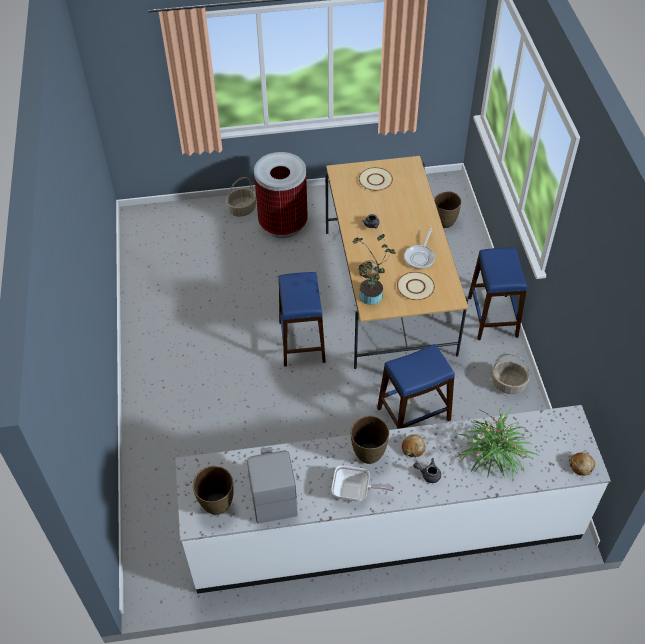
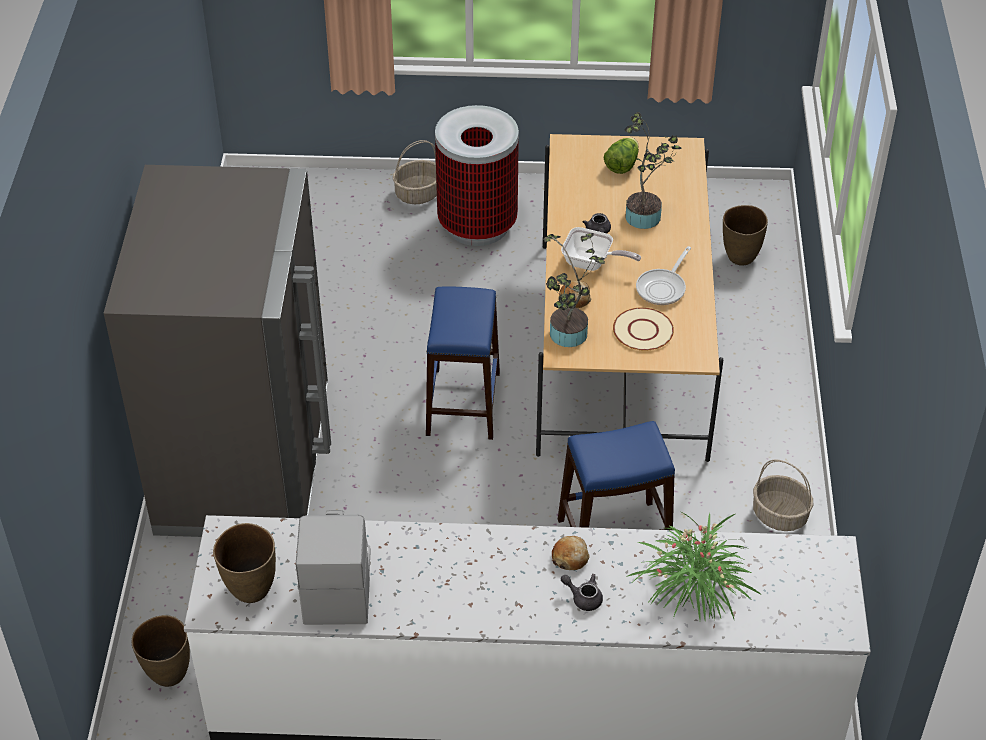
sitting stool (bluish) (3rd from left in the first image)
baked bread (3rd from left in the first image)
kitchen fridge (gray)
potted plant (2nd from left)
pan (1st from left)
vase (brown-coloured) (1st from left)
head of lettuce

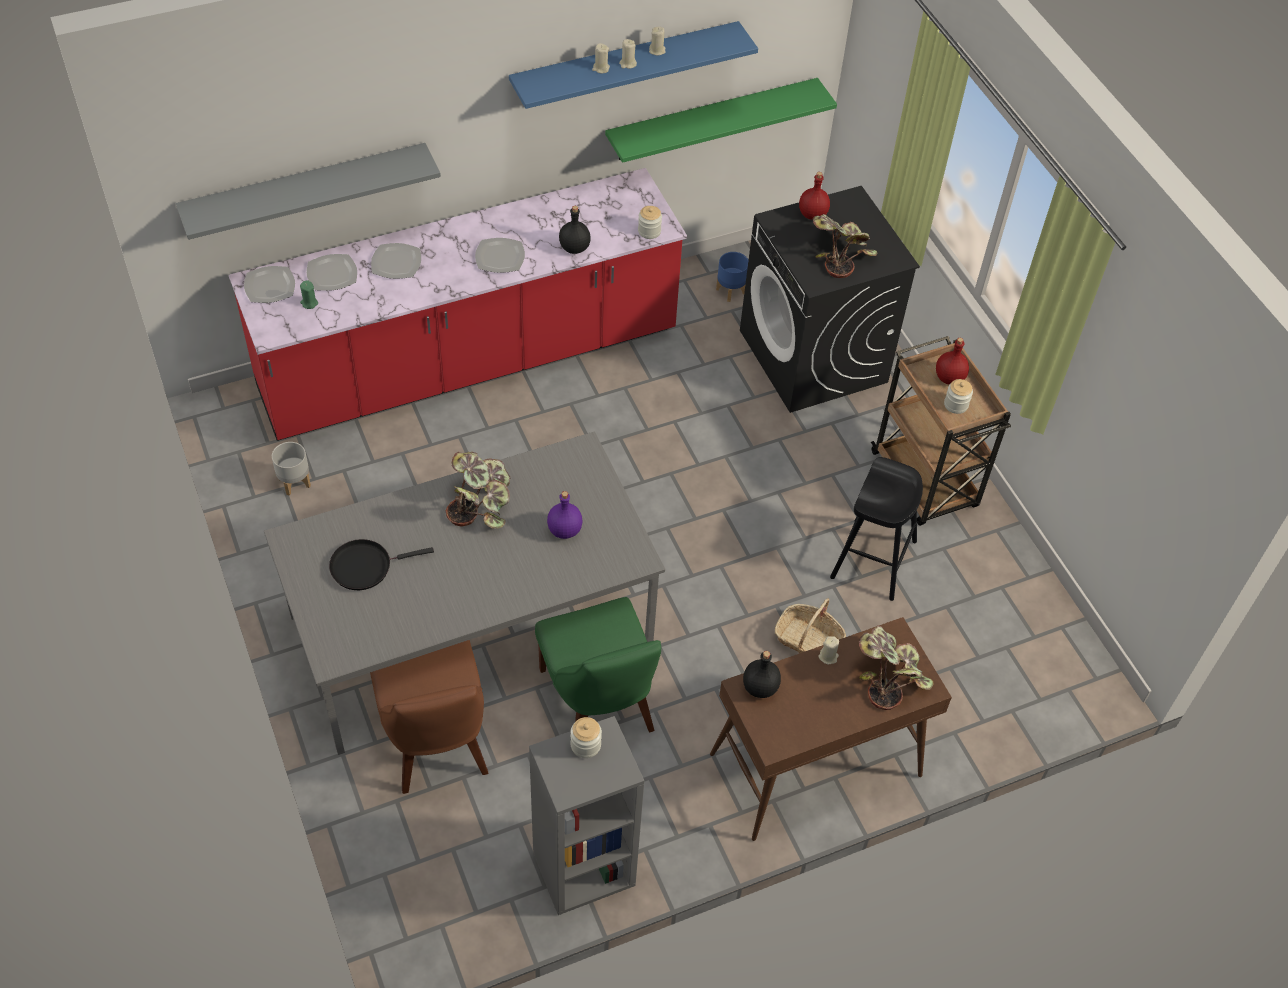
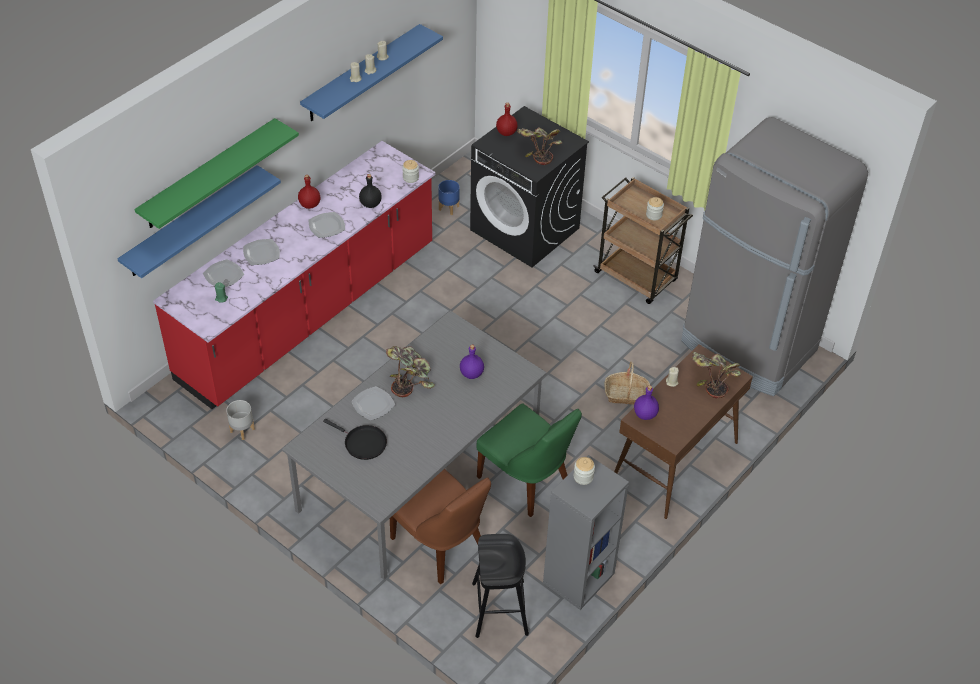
kitchen fridge (gray)
dinner plate (4th from left)
bracket shelf (green)
sitting stool (blackish)
beverage bottle (red-coloured) (1st from left)
bracket shelf (bluish) (1st from left)
beverage bottle (purplish) (2nd from left)
pan (blackish)

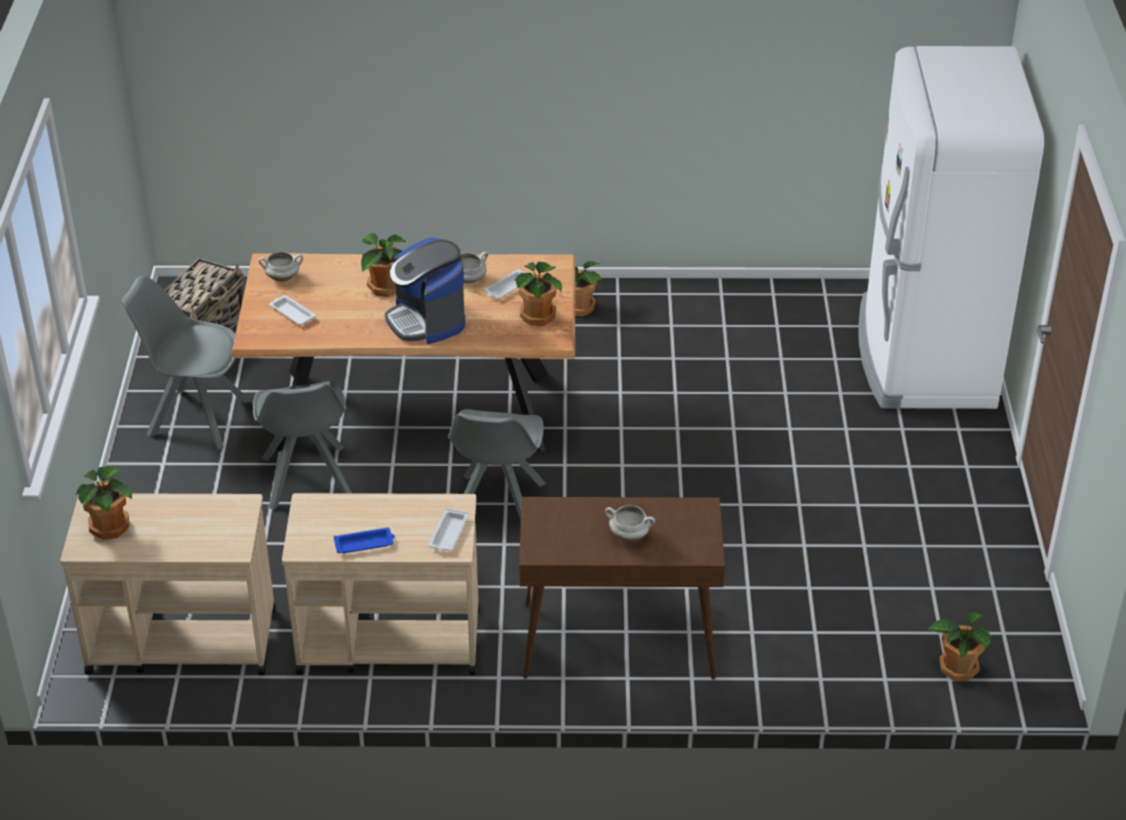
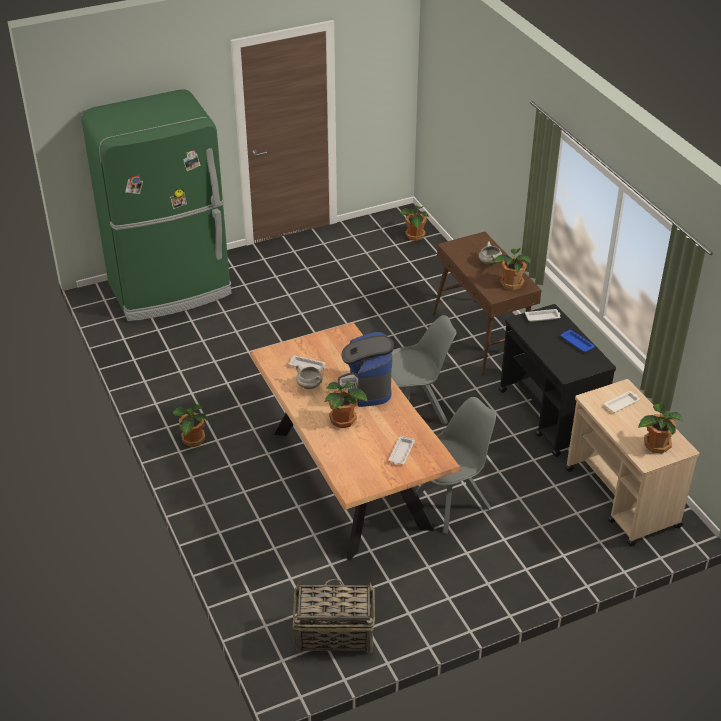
plain chair (gray) (1st from left in the first image)
saucepot (white) (1st from left in the first image)
tray (white) (4th from left)
potted plant (4th from left)
wheeled cart (blackish)
kitchen fridge (green)
coffee maker

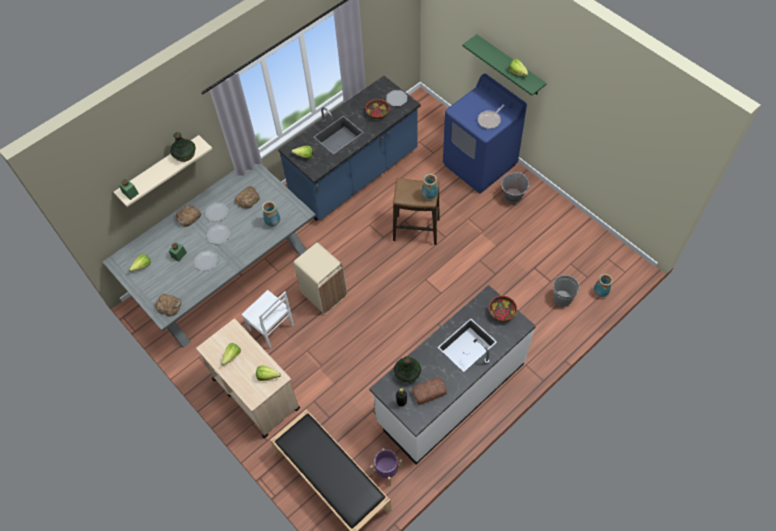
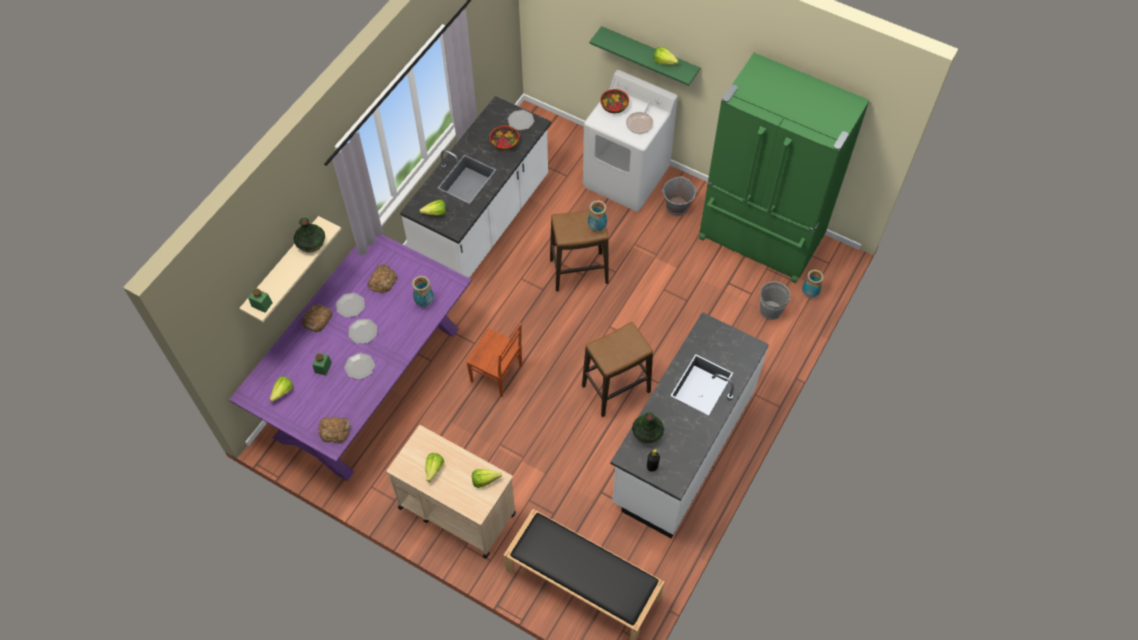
plain chair (white)
planter (purplish)
baked bread (4th from left in the first image)
sitting stool (2nd from left)
kitchen fridge (green)
deep dish (2nd from left)
plain chair (brown-coloured)
dinner table (purplish)
kitchen counter (white) (1st from left)
washing machine (white)

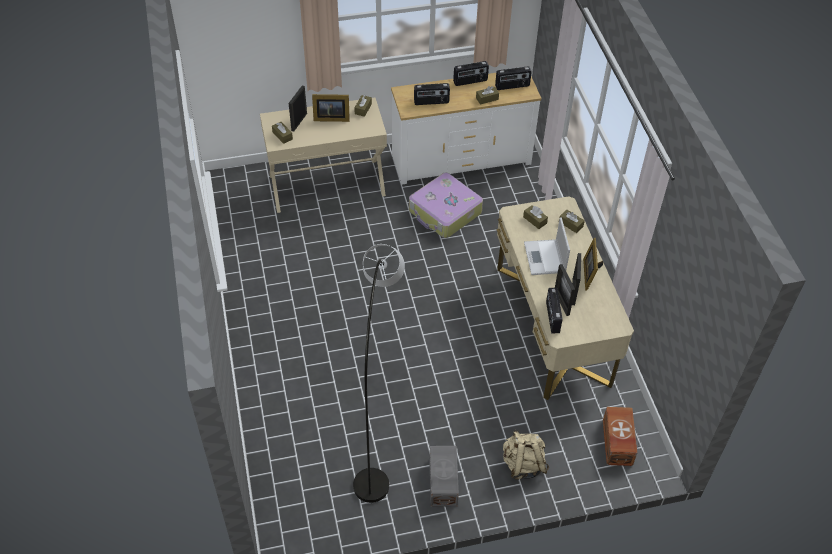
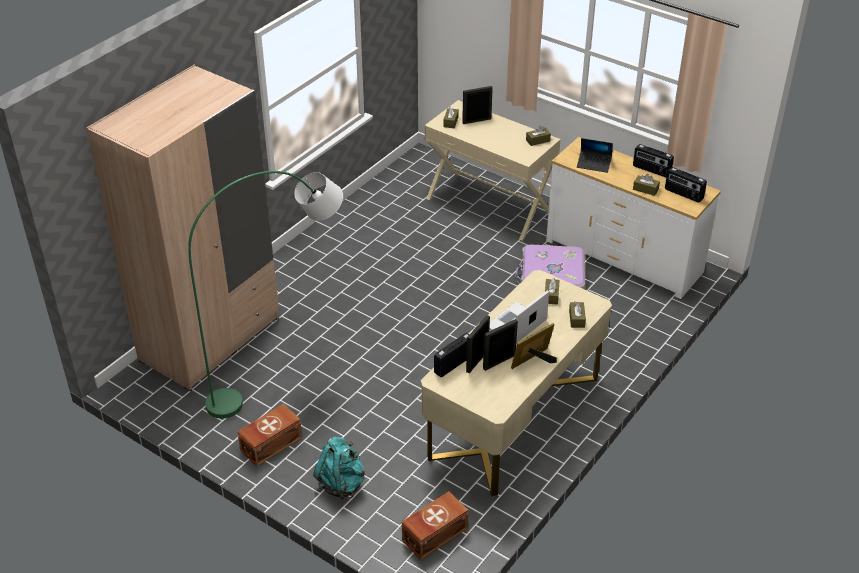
picture frame (2nd from left in the first image)
clothes cupboard (sand-coloured)
portable computer (2nd from left)
floor lamp (green)
storage box (brown-coloured) (1st from left)
rucksack (turquoise)

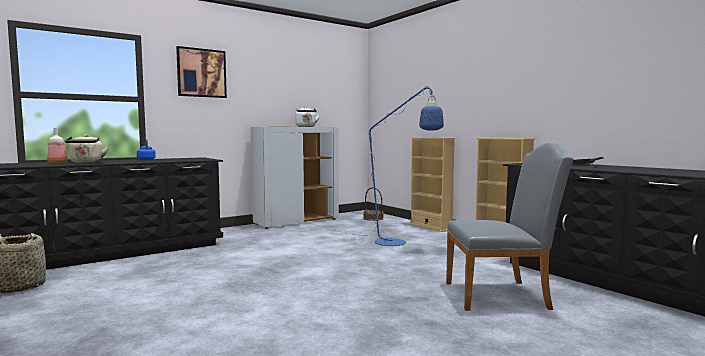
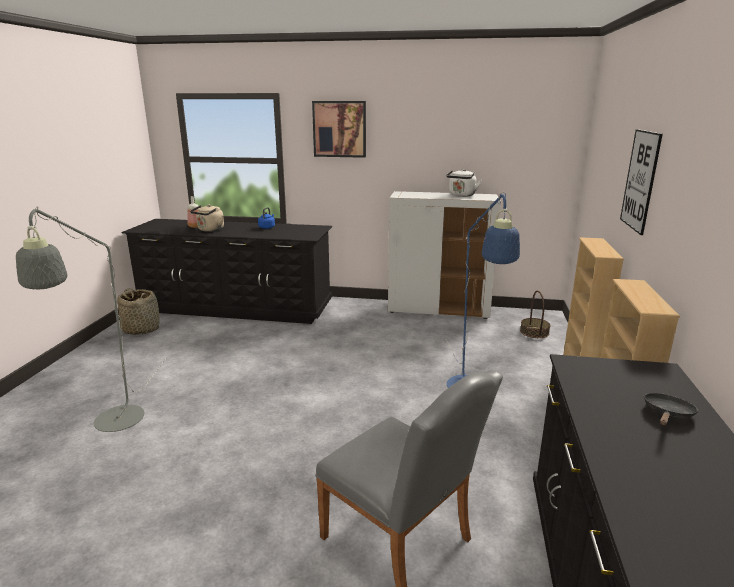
floor lamp (gray)
wall art (2nd from left)

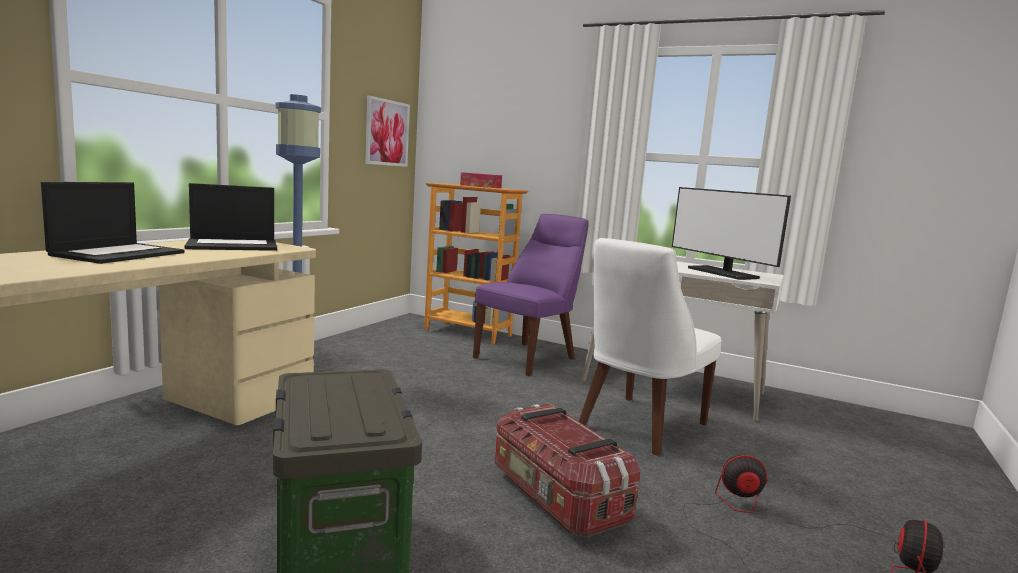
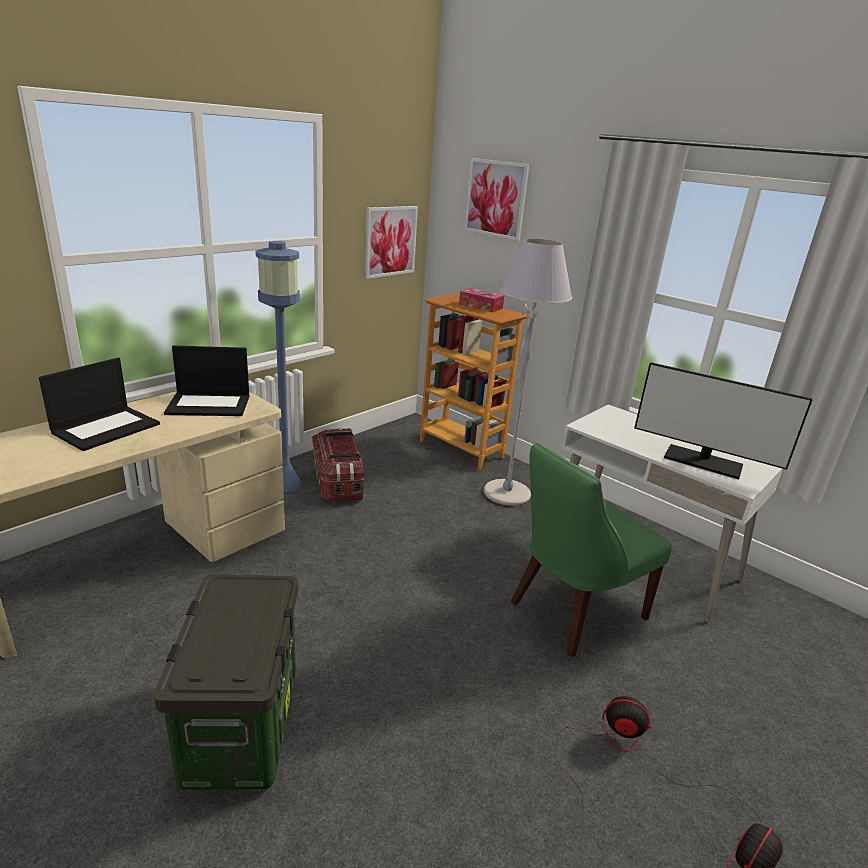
wall art (2nd from left)
storage box (2nd from left)
floor lamp (gray)
plain chair (green)
computer screen

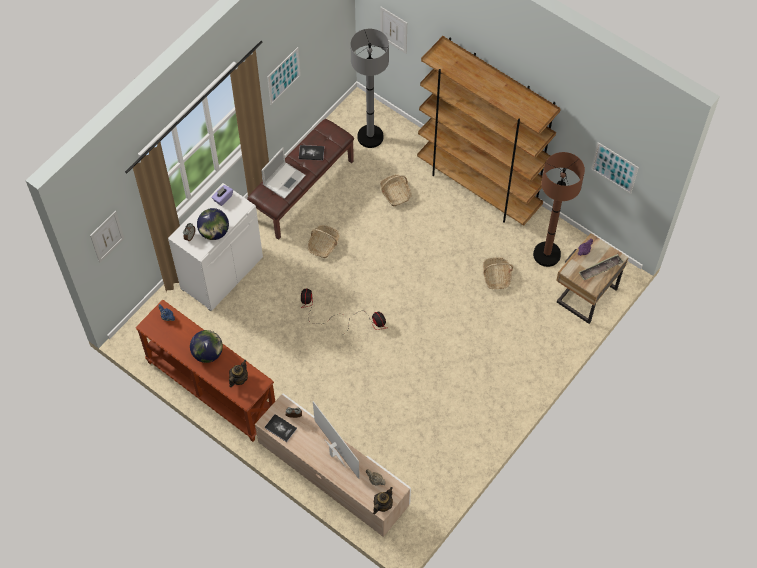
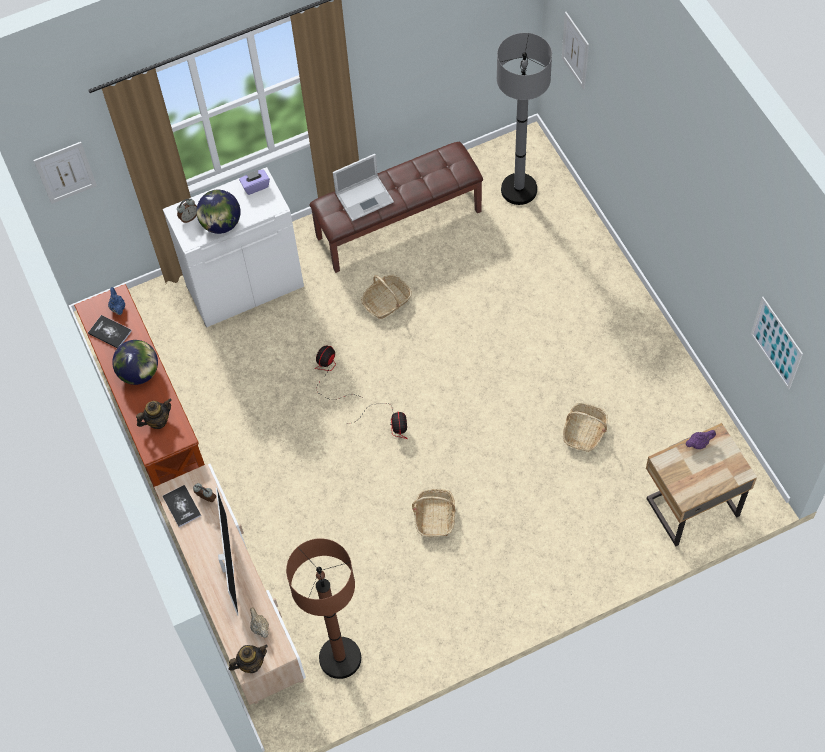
wall art (2nd from left in the first image)
shelving unit (brown-coloured)
tray
book (1st from left)
basket (2nd from left)
floor lamp (brown-coloured)

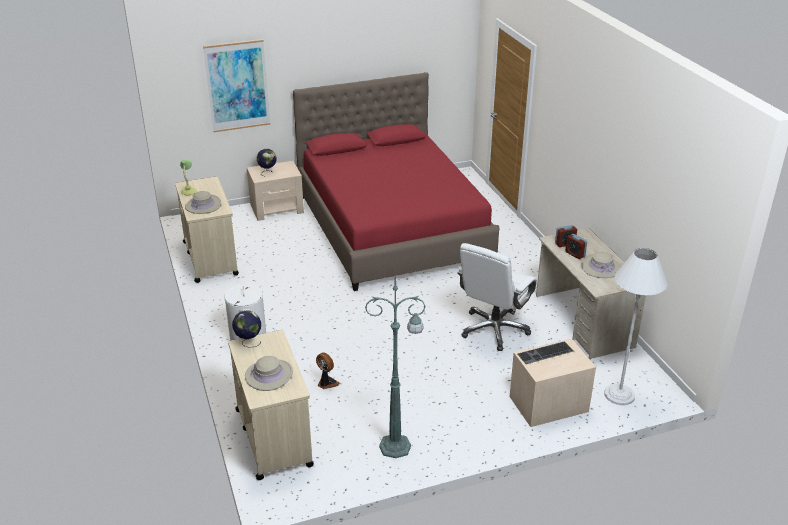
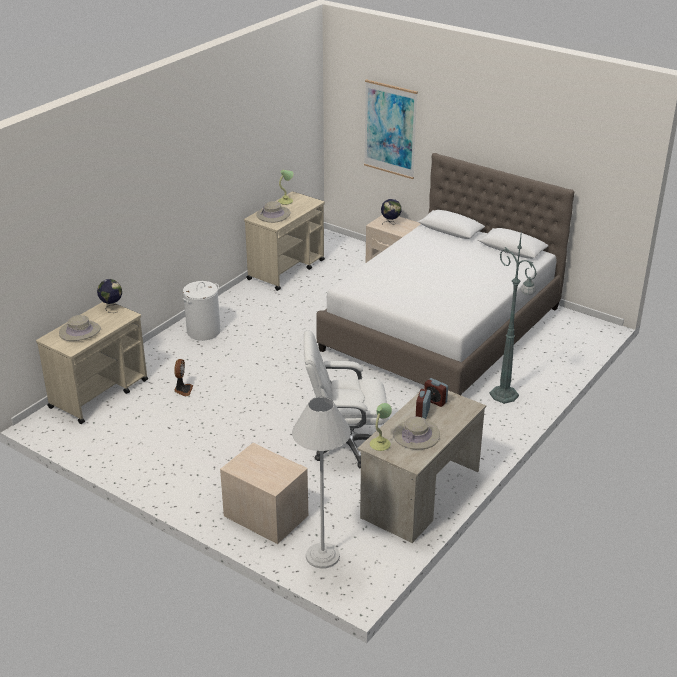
PC keyboard
table lamp (2nd from left)
floor lamp (green)
bedroom bed (white)

